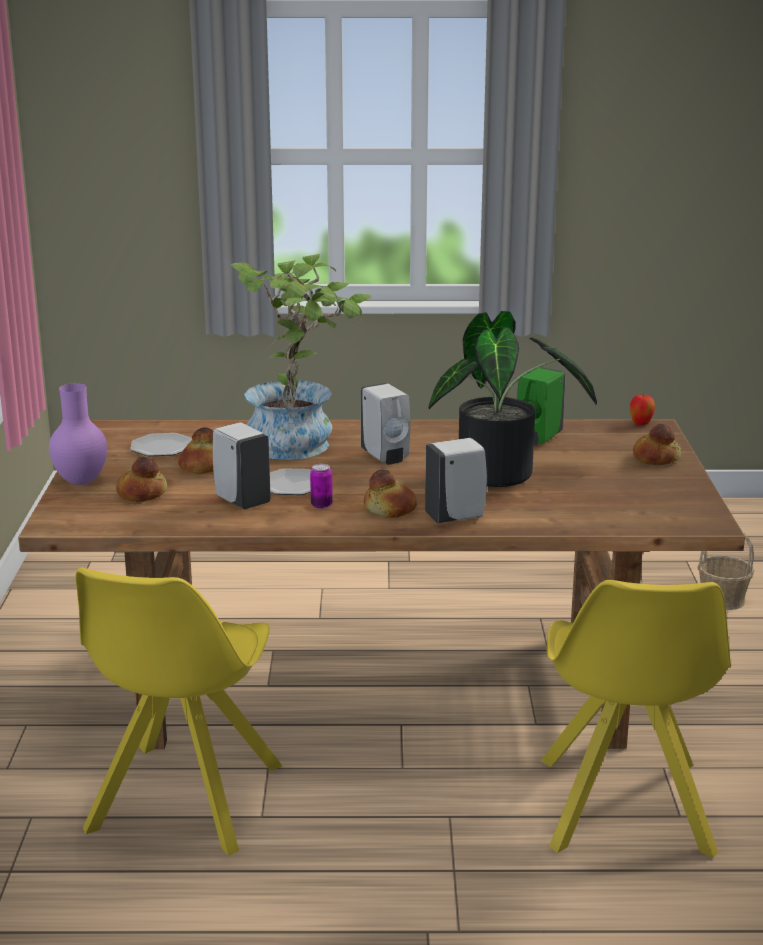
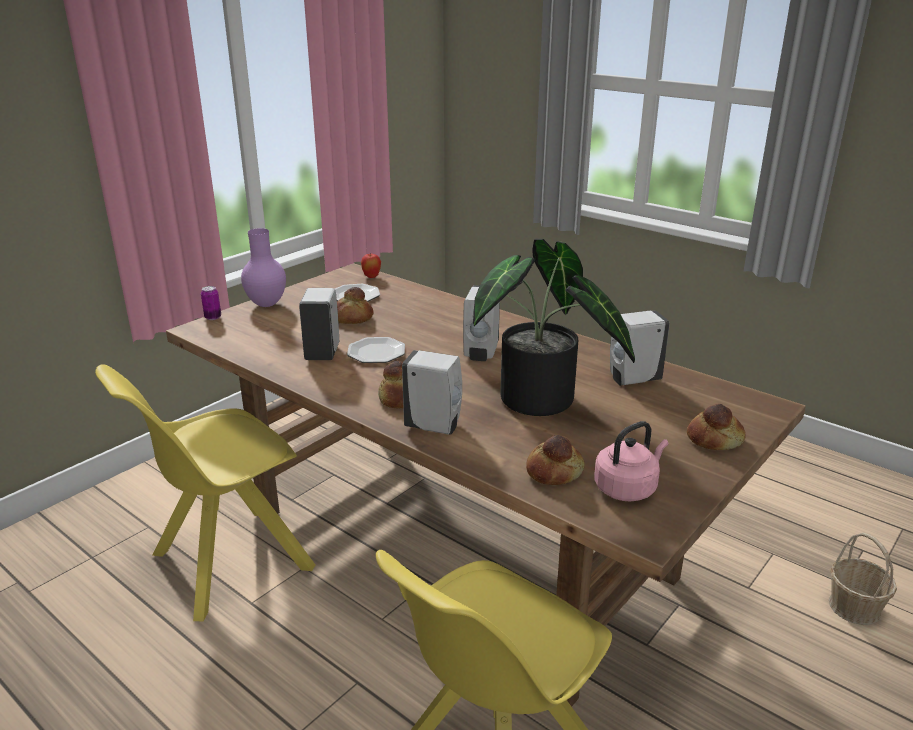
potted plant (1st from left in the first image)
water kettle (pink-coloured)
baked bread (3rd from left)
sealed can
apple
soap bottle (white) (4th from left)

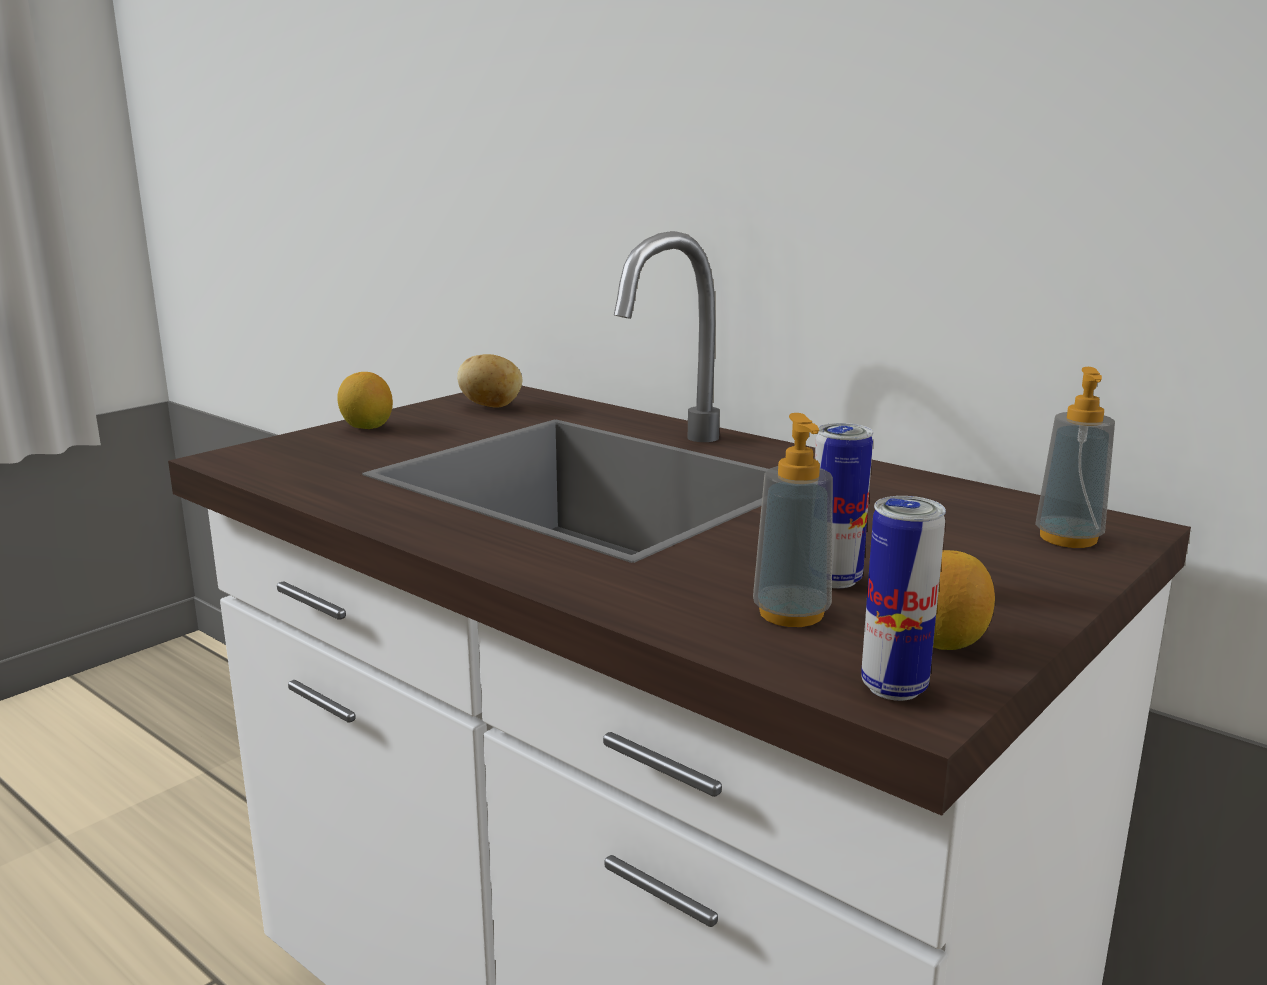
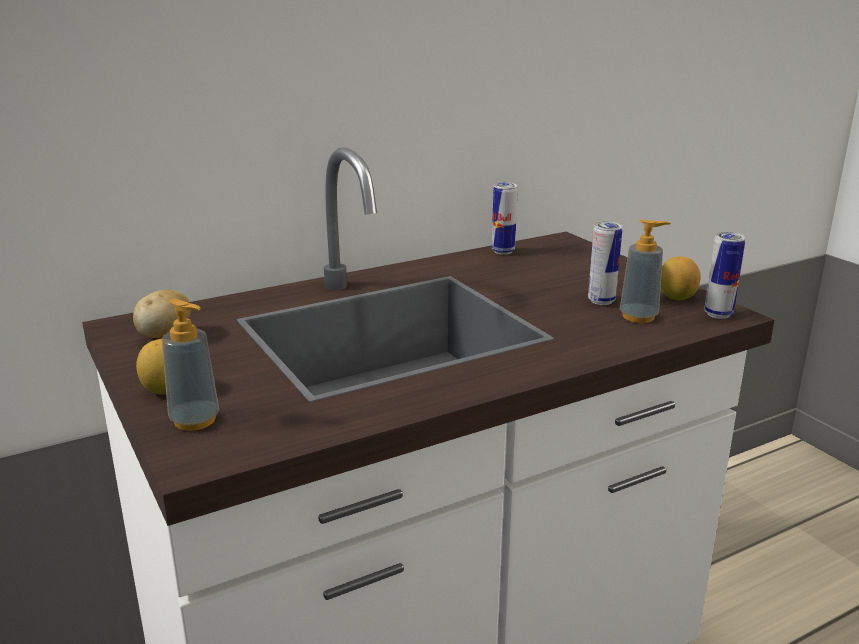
sealed can (1st from left)
soap bottle (1st from left)

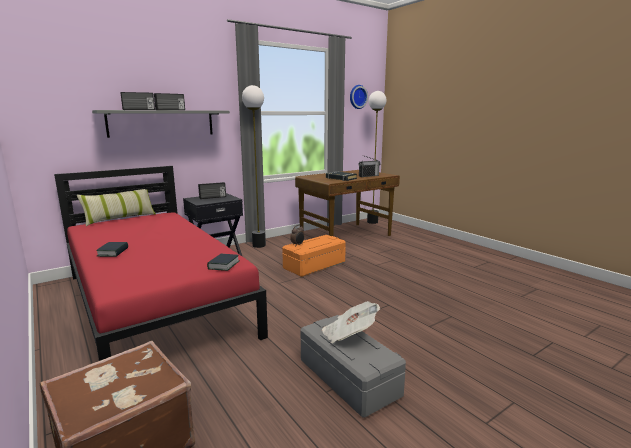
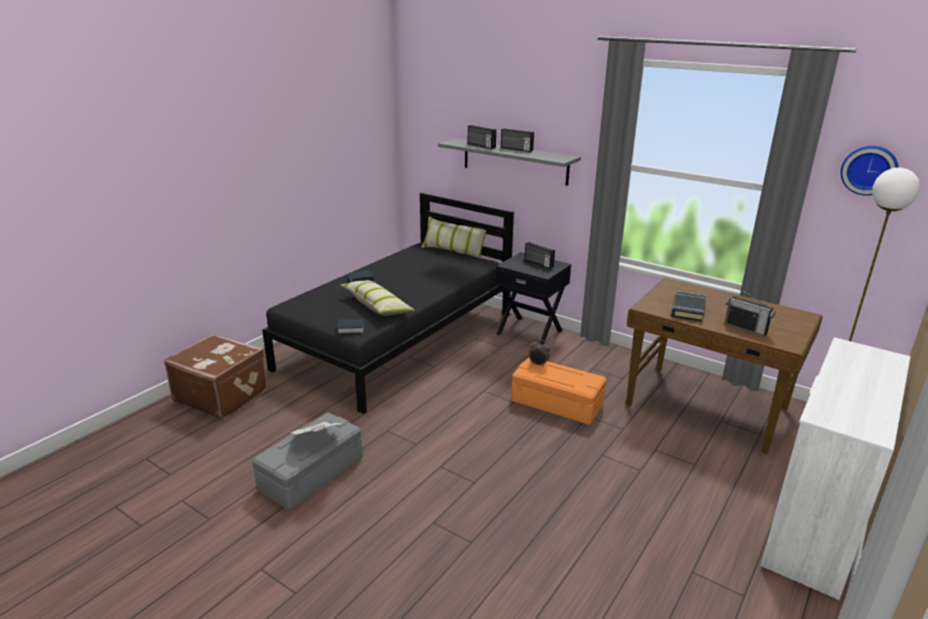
floor lamp (1st from left in the first image)
pillow (1st from left)
chest of drawers (white)
bedroom bed (blackish)

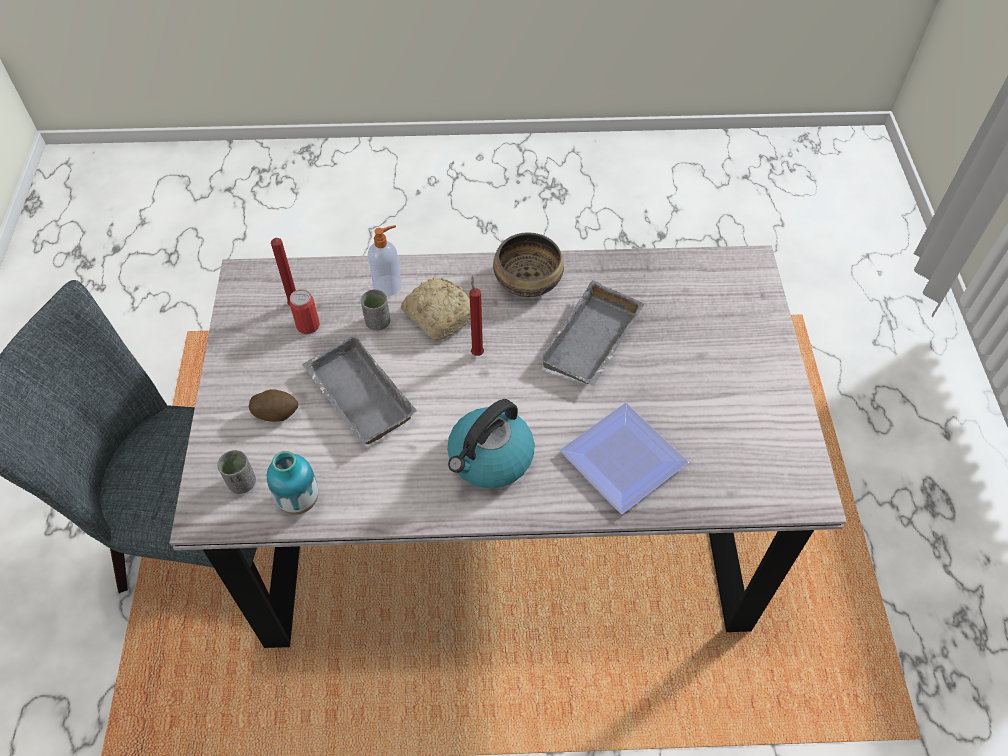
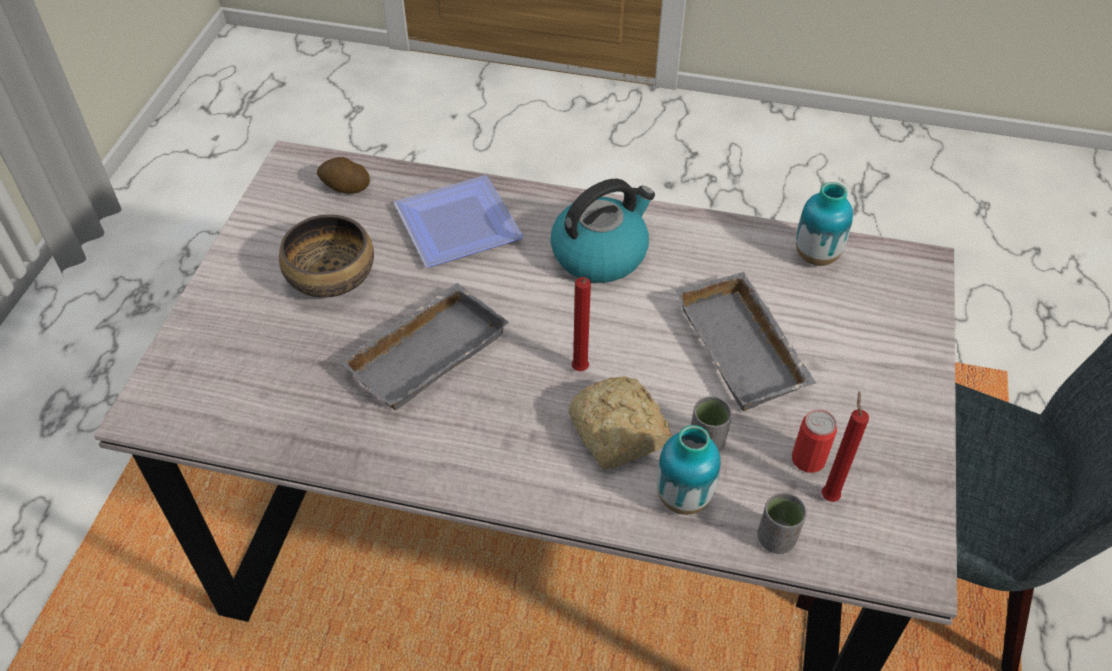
drinking cup (gray) (2nd from left)
whole potato
deep dish
vase (1st from left)

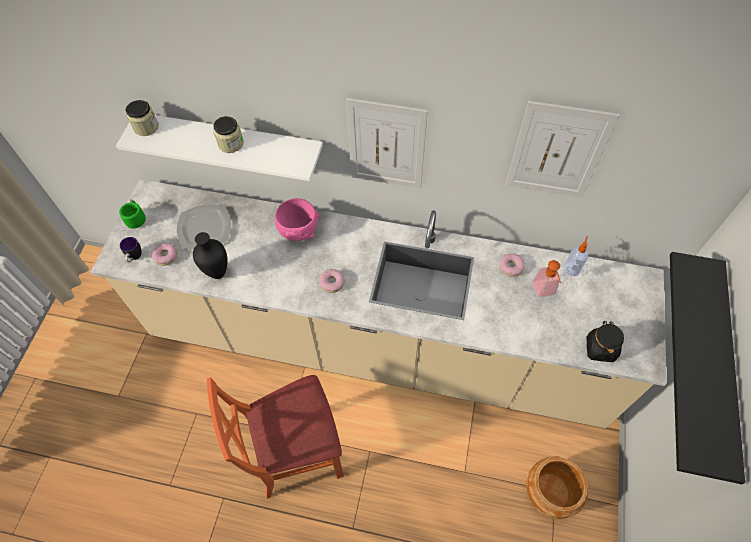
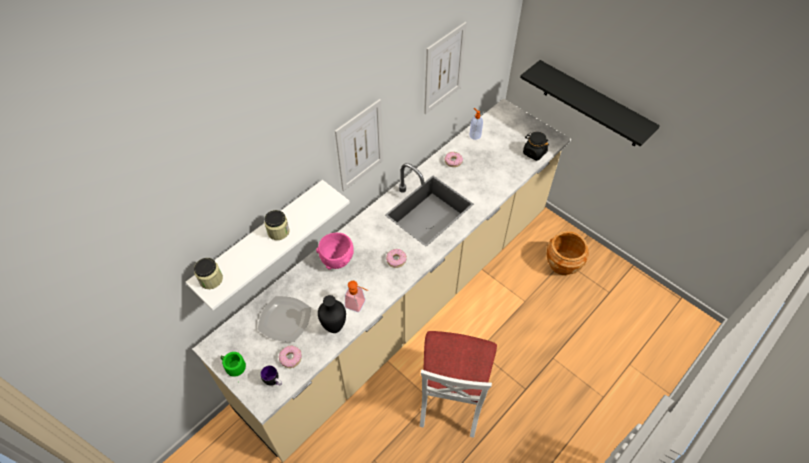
soap bottle (1st from left)
plain chair (white)

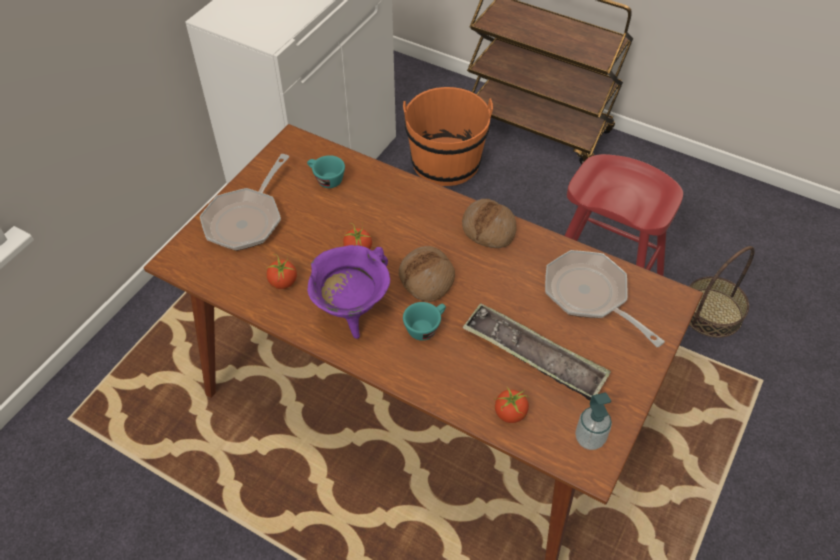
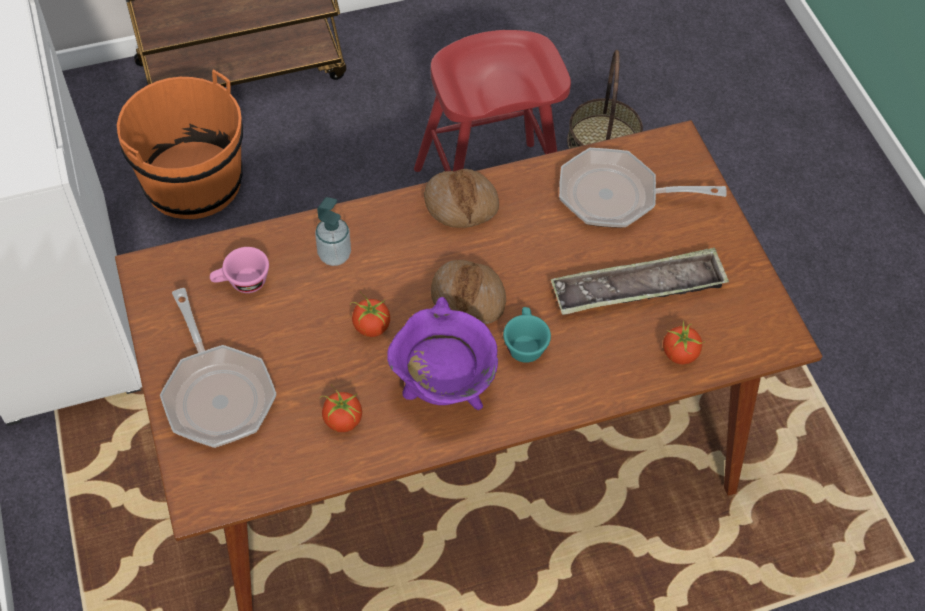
soap bottle
drinking cup (pink-coloured)

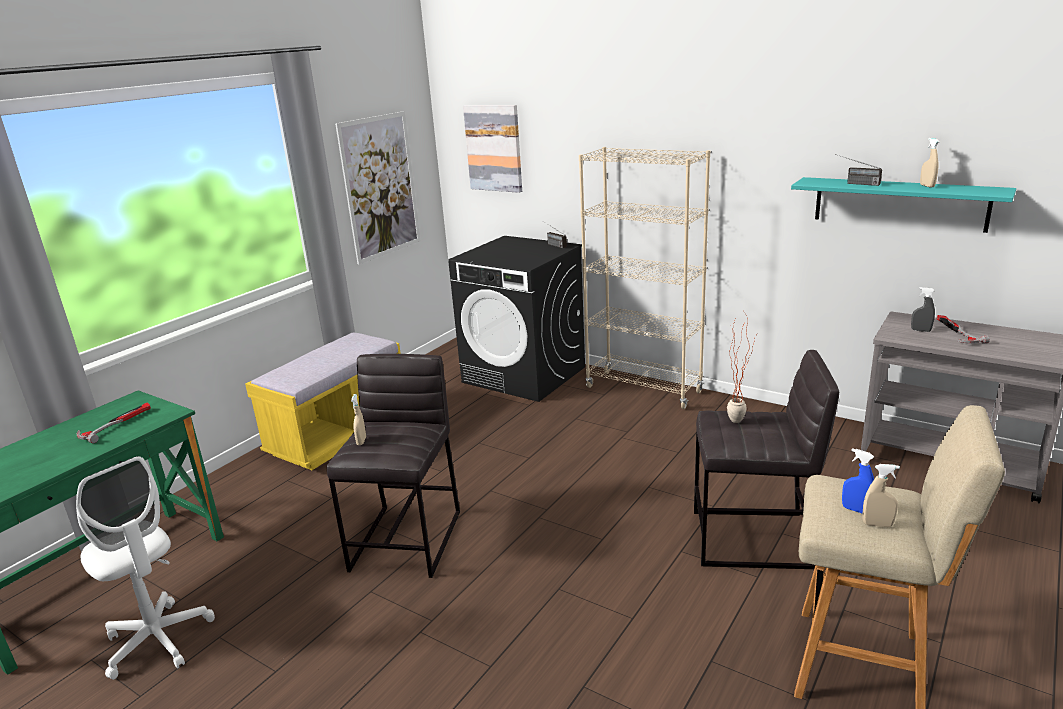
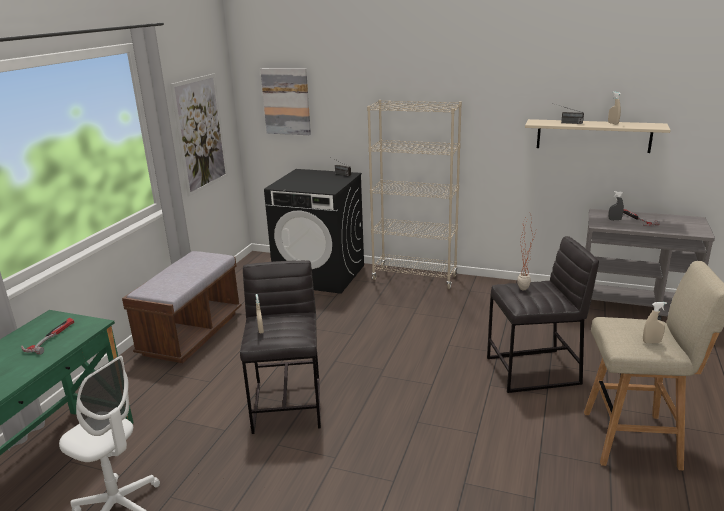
hand sprayer (bluish)
long seat (brown-coloured)
bracket shelf (sand-coloured)

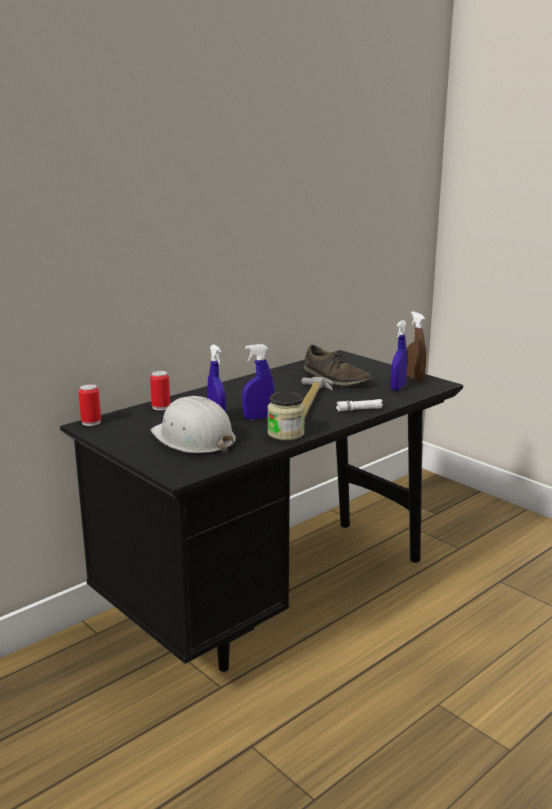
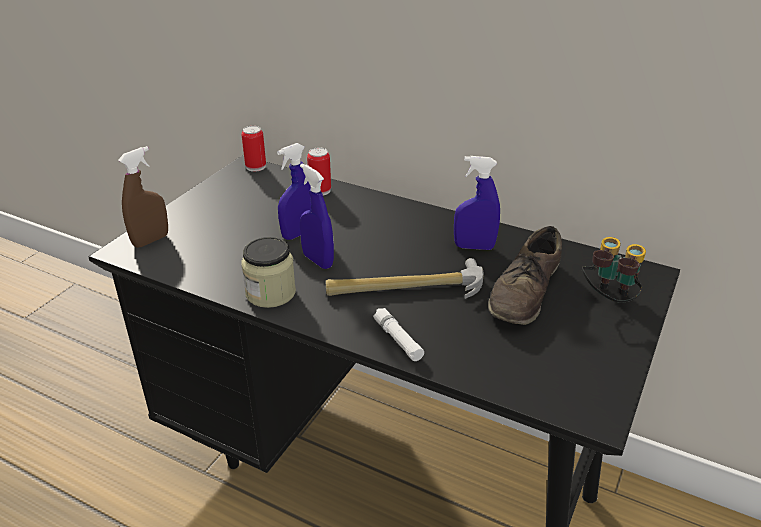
work helmet (white)
pair of binoculars
hand sprayer (bluish) (3rd from left)
hand sprayer (brown-coloured)

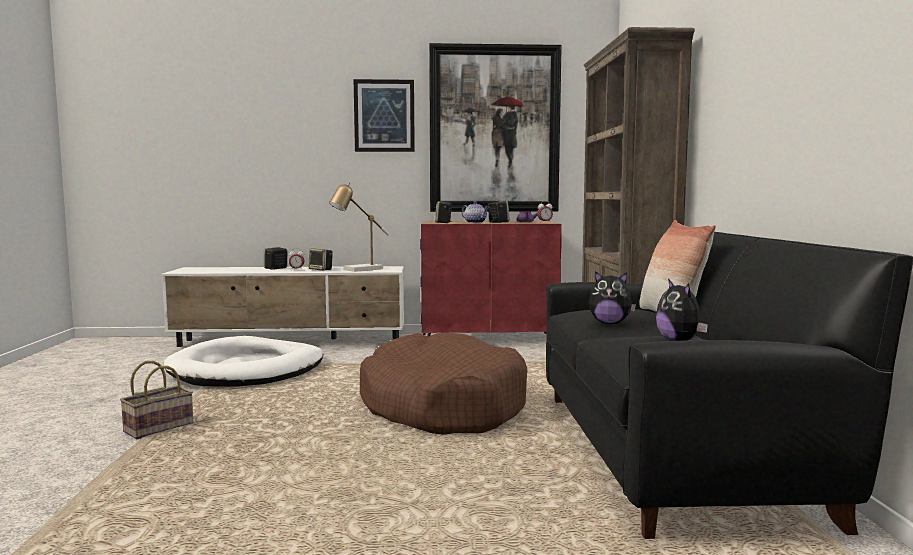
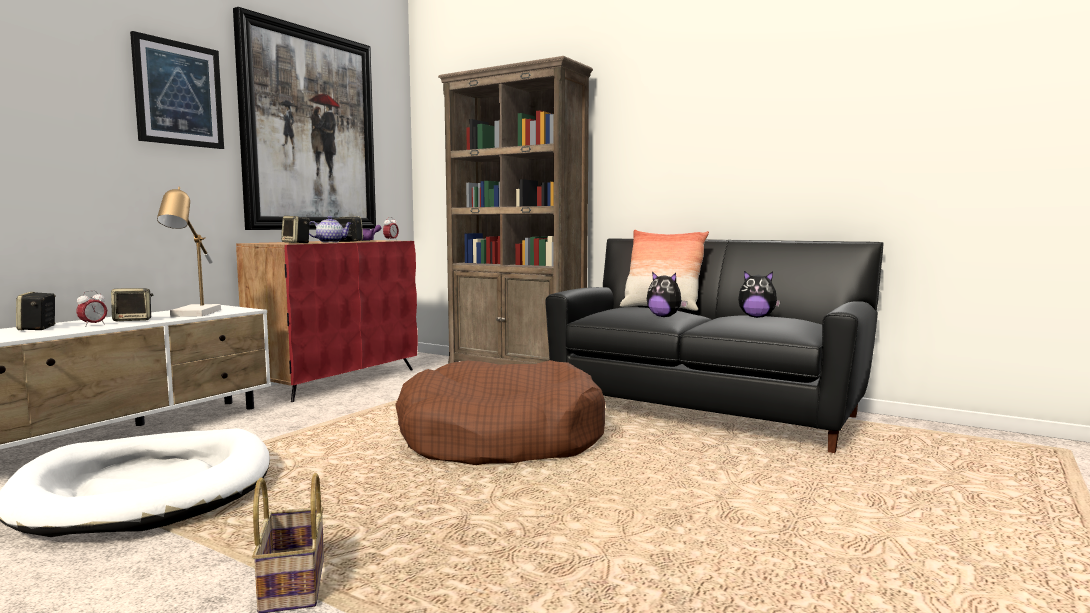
cuddly toy (1st from left)

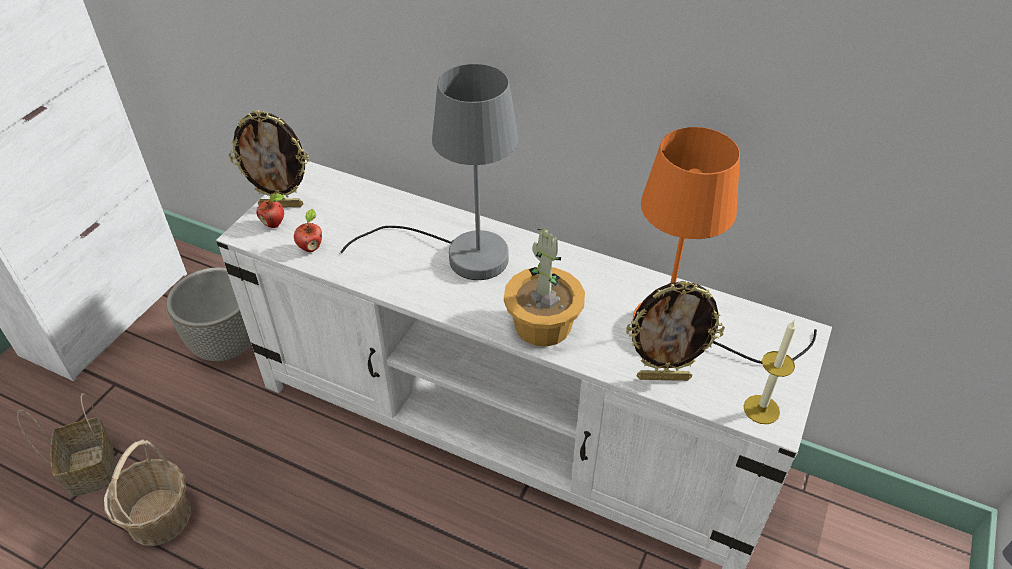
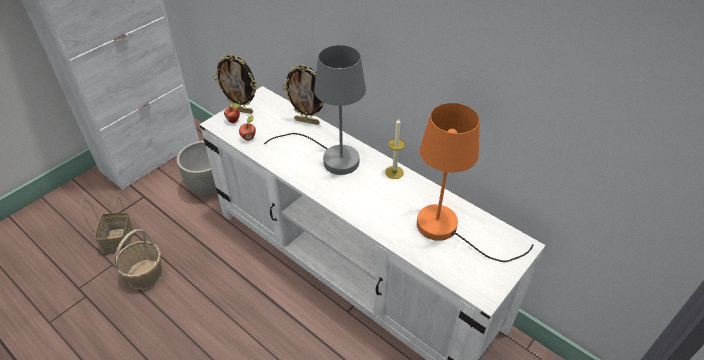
potted plant
picture frame (2nd from left)
wax candle

